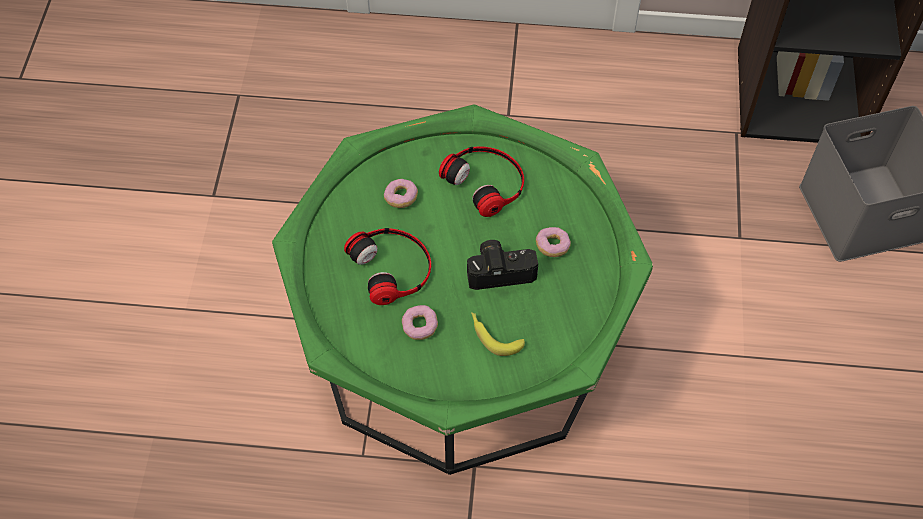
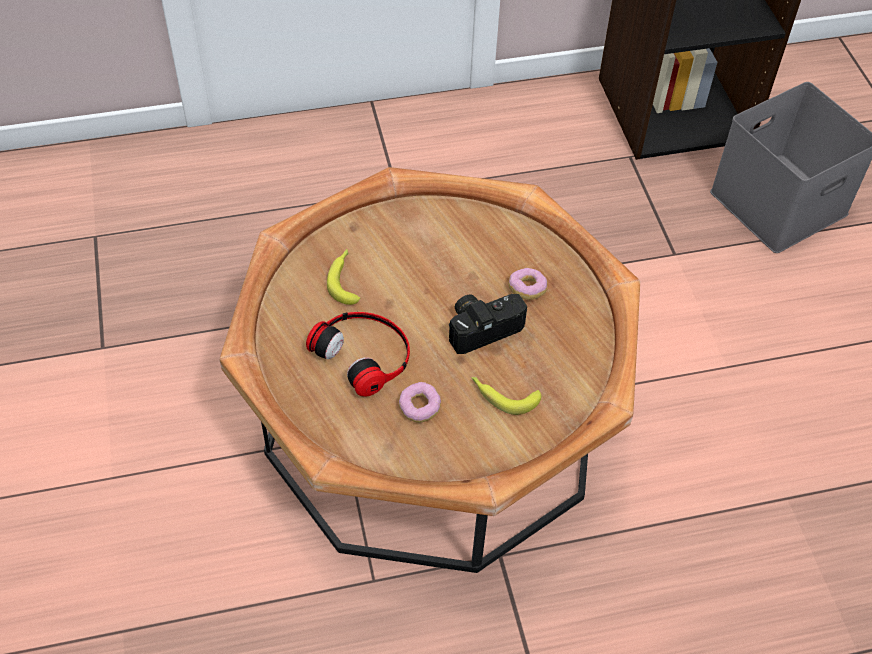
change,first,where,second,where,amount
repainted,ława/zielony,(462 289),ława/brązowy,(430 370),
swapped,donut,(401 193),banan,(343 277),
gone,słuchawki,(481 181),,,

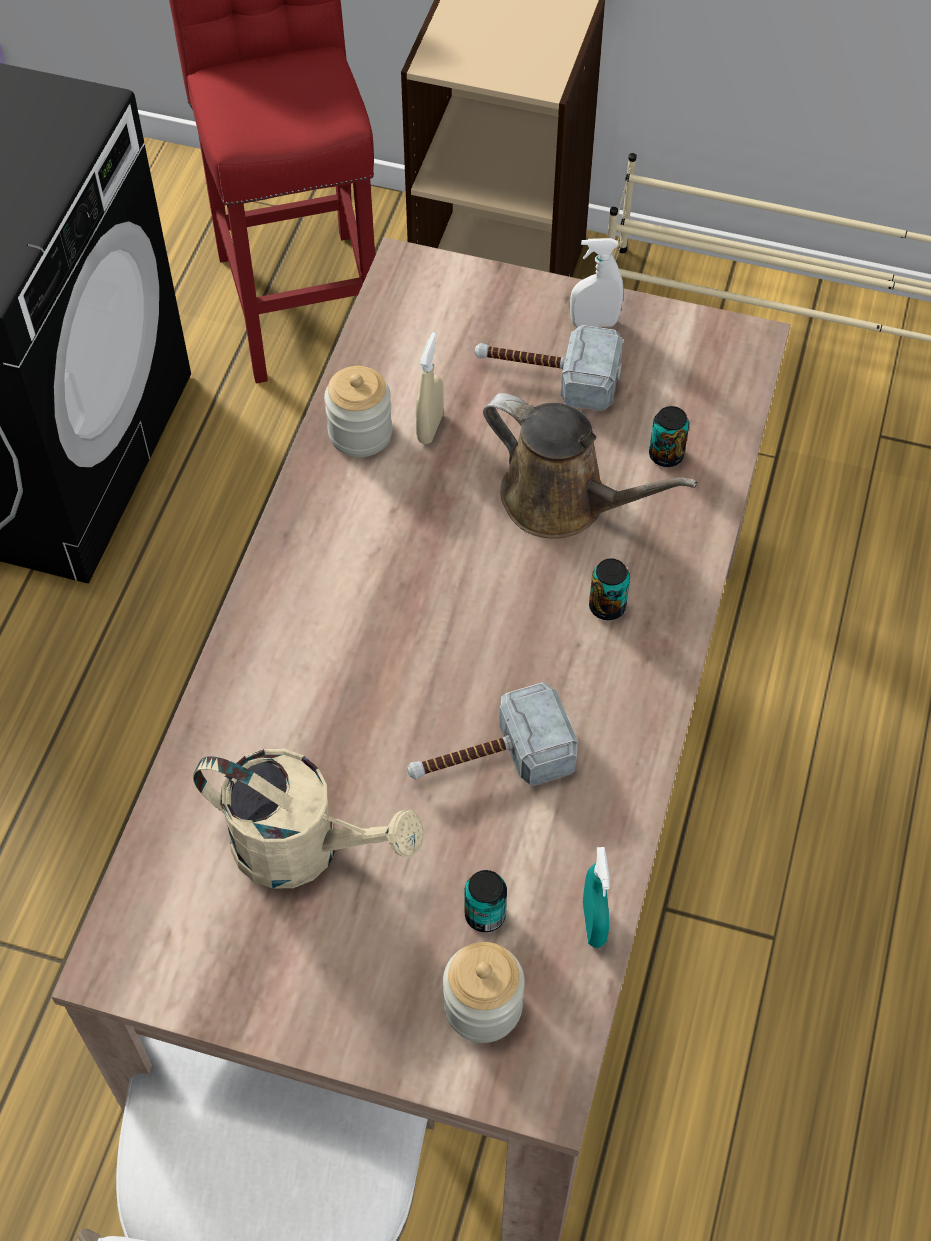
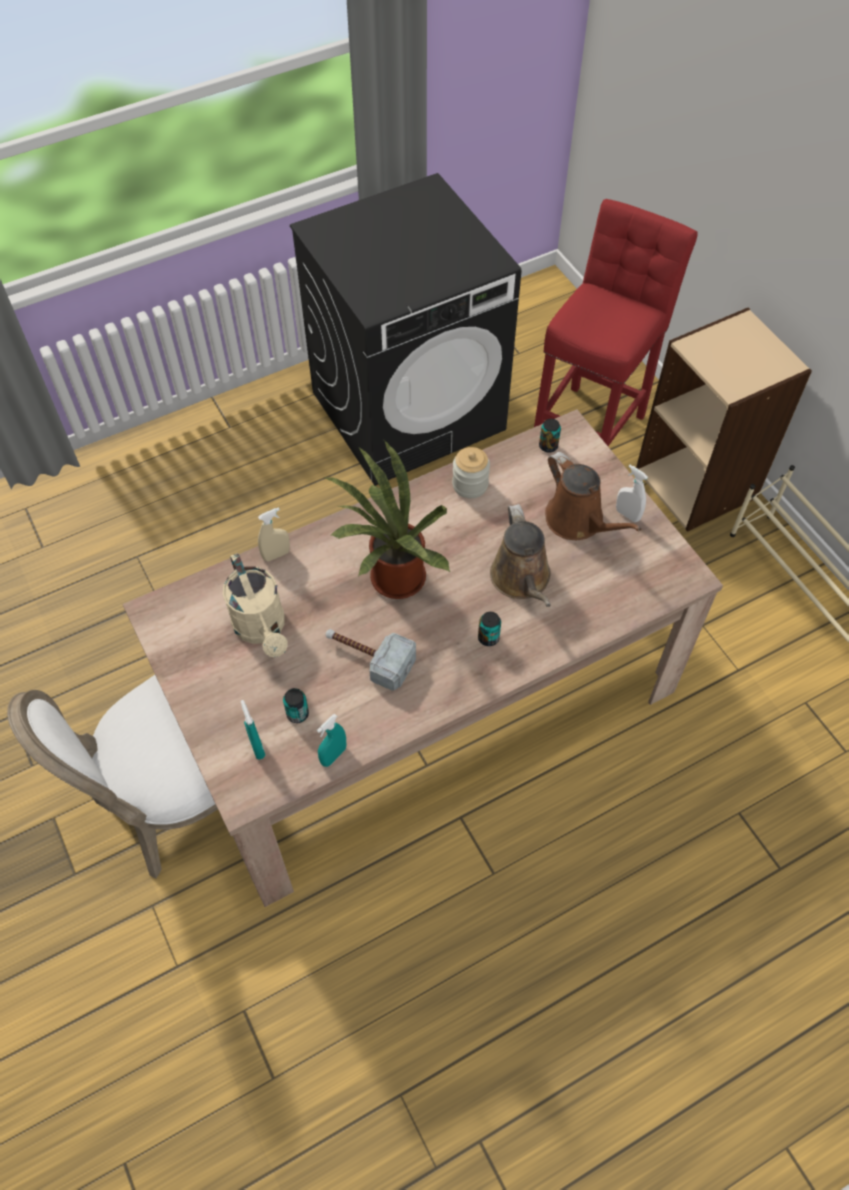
change,first,where,second,where,amount
swapped,słoik,(484 992),spryskiwacz/turkusowy,(253 730),
shifted,spryskiwacz/beżowy,(430 388),,(274 534),
new,,,roślina doniczkowa,(386 520),
shifted,puszka,(669 436),,(550 436),
swapped,młotek,(549 368),konewka/brązowy,(593 496),

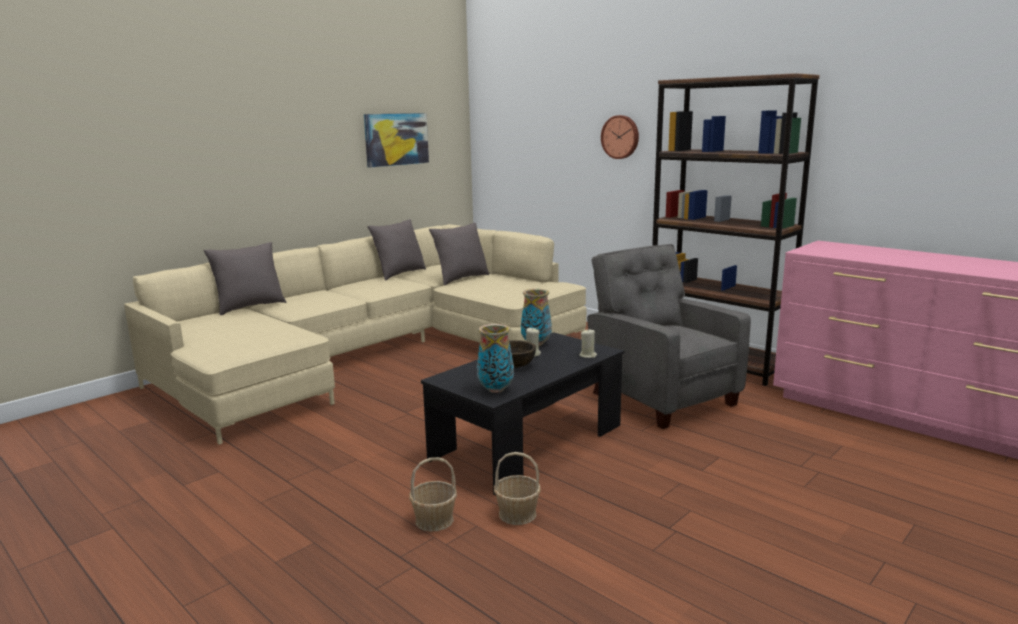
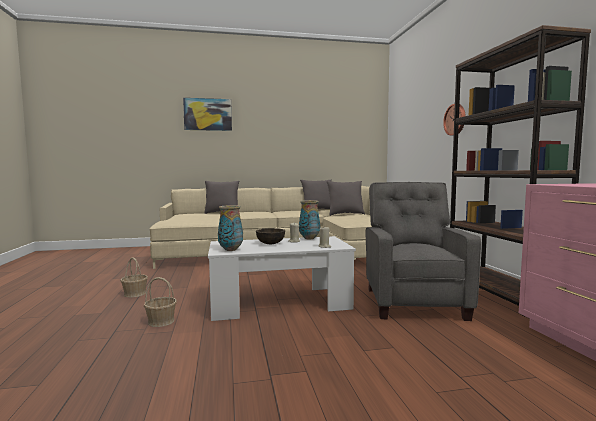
change,first,where,second,where,amount
shifted,koszyk,(517 488),,(134 278),
shifted,obraz,(396 140),,(207 114),
repainted,ława/czarny,(522 413),ława/biały,(282 278),

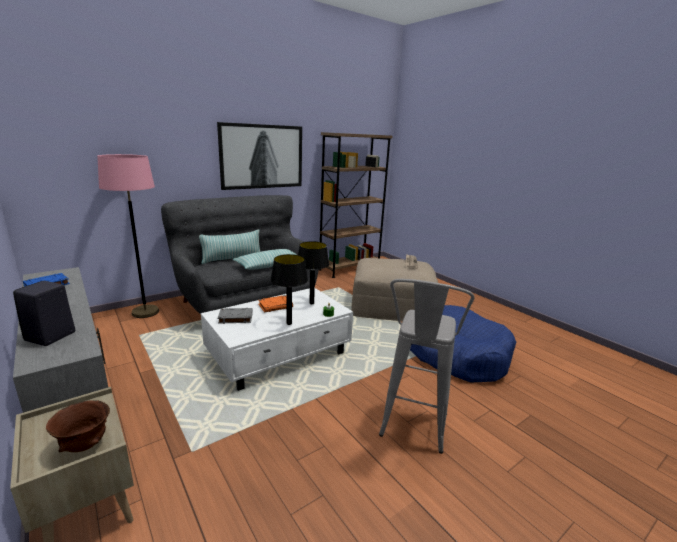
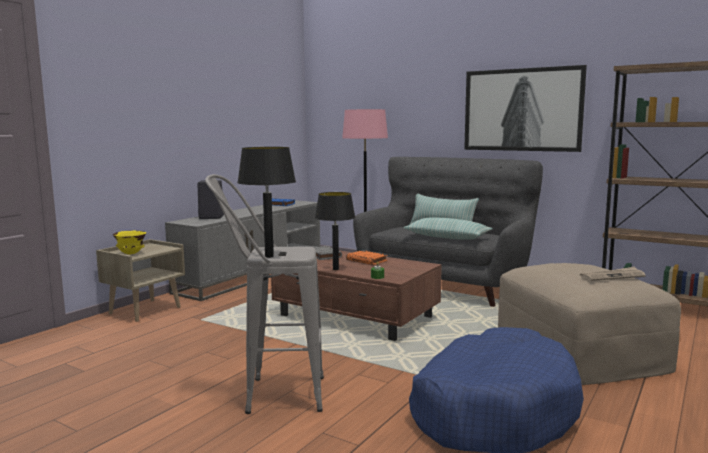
change,first,where,second,where,amount
repainted,miska/brązowy,(78 426),miska/żółty,(129 243),
shifted,lampa stołowa/czarny,(313 272),,(266 202),
repainted,ława/biały,(277 339),ława/brązowy,(356 295),

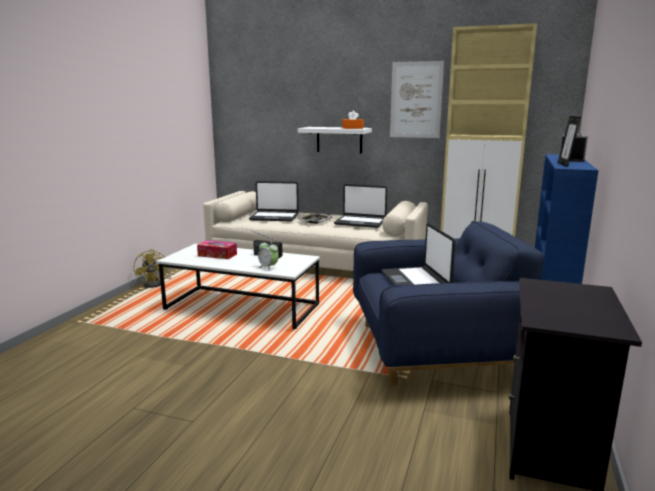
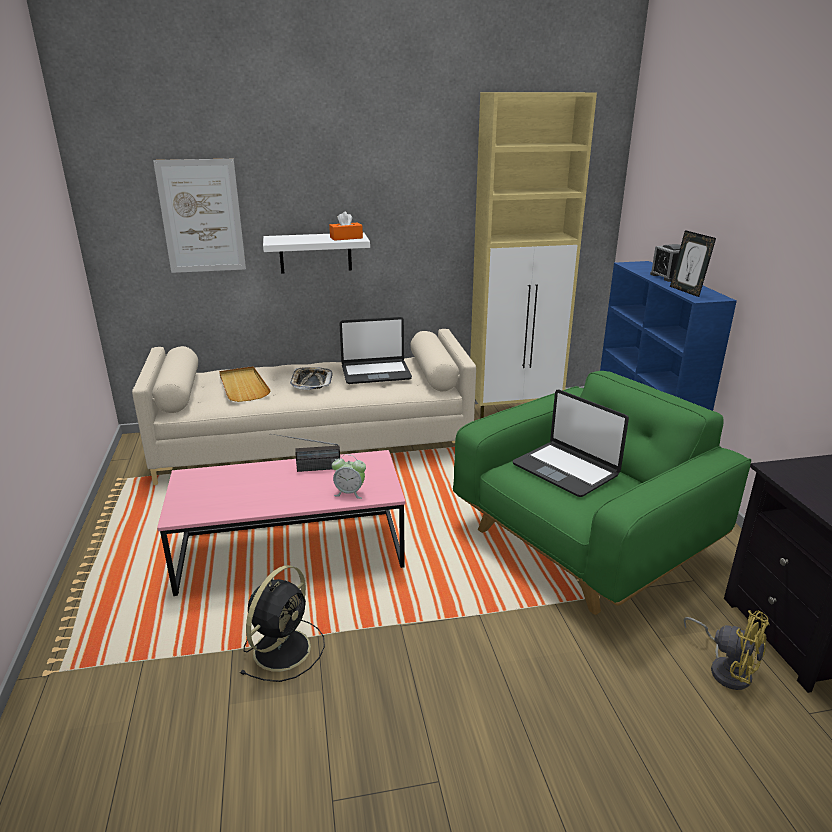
change,first,where,second,where,amount
shifted,obraz,(417 99),,(199 216),
repainted,ława/biały,(238 286),ława/różowy,(281 523),
swapped,laptop,(273 201),taca/beżowy,(245 384),
new,,,wentylator/czarny,(282 623),
repainted,fotel/niebieski,(448 303),fotel/zielony,(602 493),
shifted,wentylator/żółty,(152 268),,(726 650),
gone,pudełko chusteczek,(217 249),,,

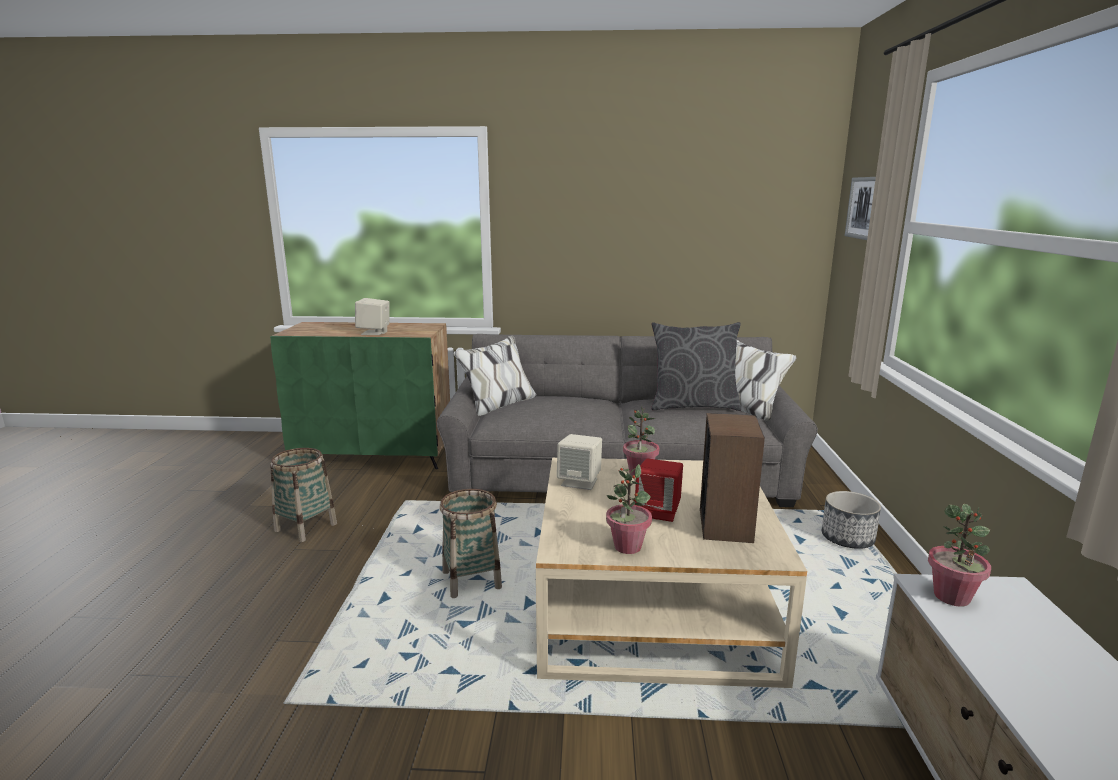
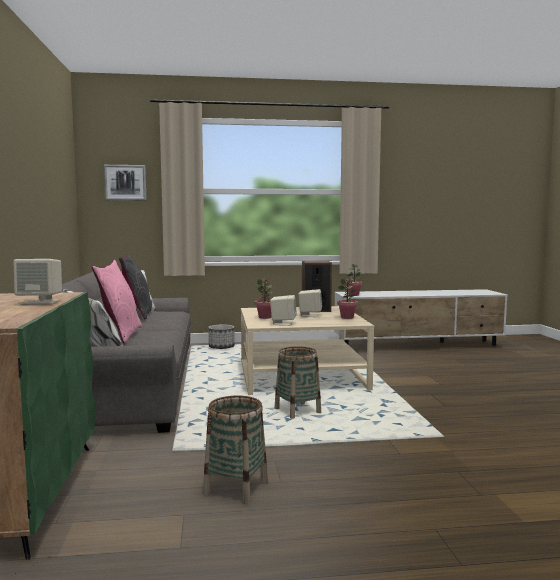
change,first,where,second,where,amount
new,,,poduszka/różowy,(117 301),
repainted,głośnik/czerwony,(659 490),głośnik/beżowy,(310 303),

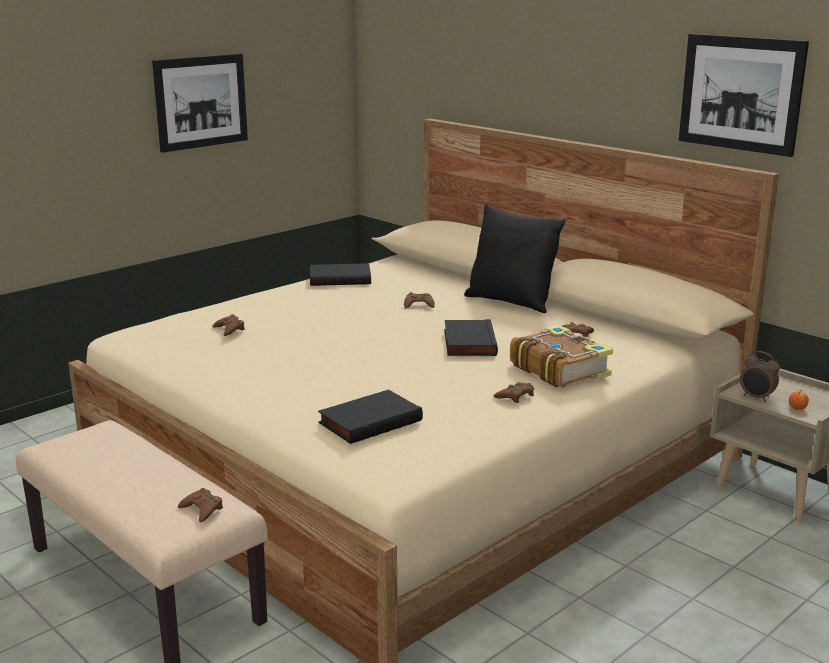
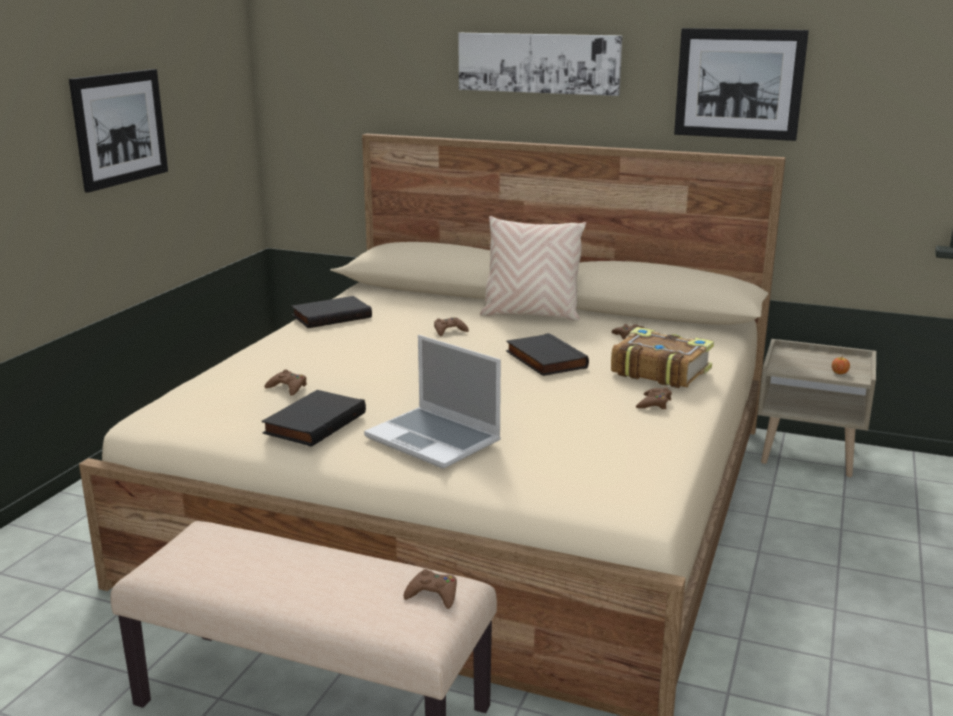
change,first,where,second,where,amount
shifted,książka/czarny,(370 417),,(314 418),
new,,,laptop,(432 402),
new,,,obraz,(540 64),
repainted,poduszka/czarny,(515 258),poduszka/beżowy,(533 268),
gone,budzik,(760 376),,,

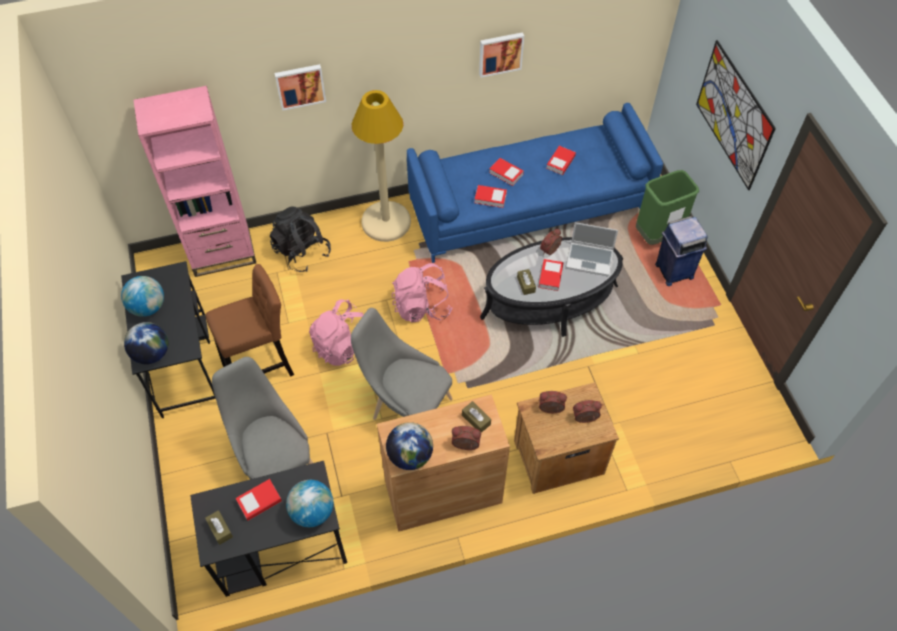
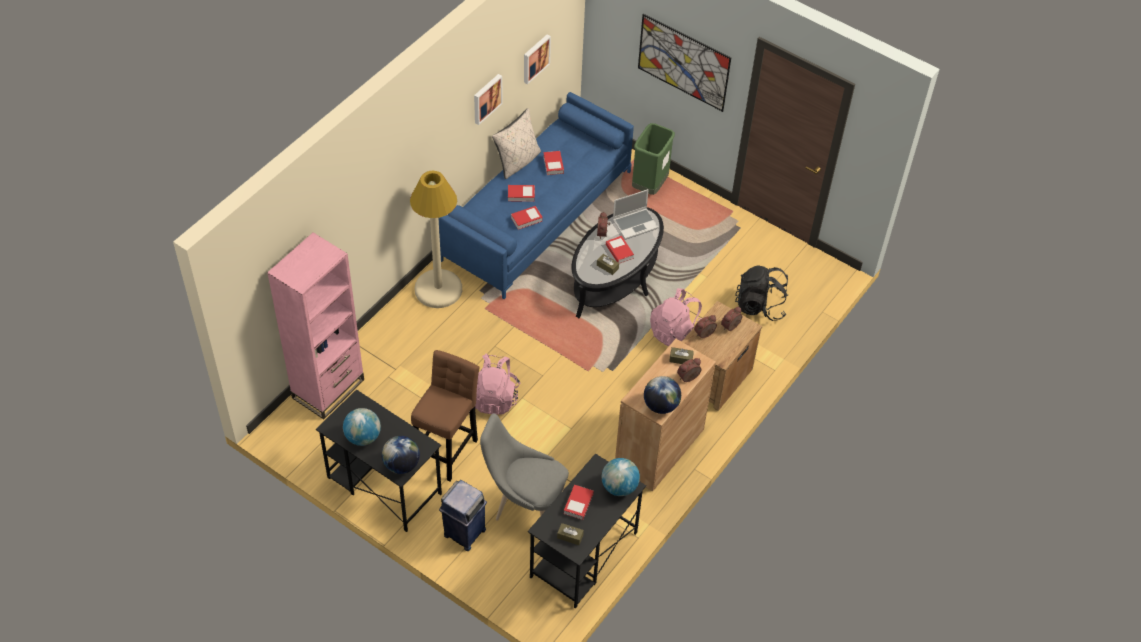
change,first,where,second,where,amount
shifted,kosz na śmieci/niebieski,(681 251),,(463 515),
new,,,poduszka/beżowy,(516 143),
shifted,obraz,(300 87),,(537 59),
shifted,plecak/różowy,(422 292),,(676 317),
shifted,plecak/czarny,(300 239),,(761 293),
gone,krzesło/szary,(402 364),,,

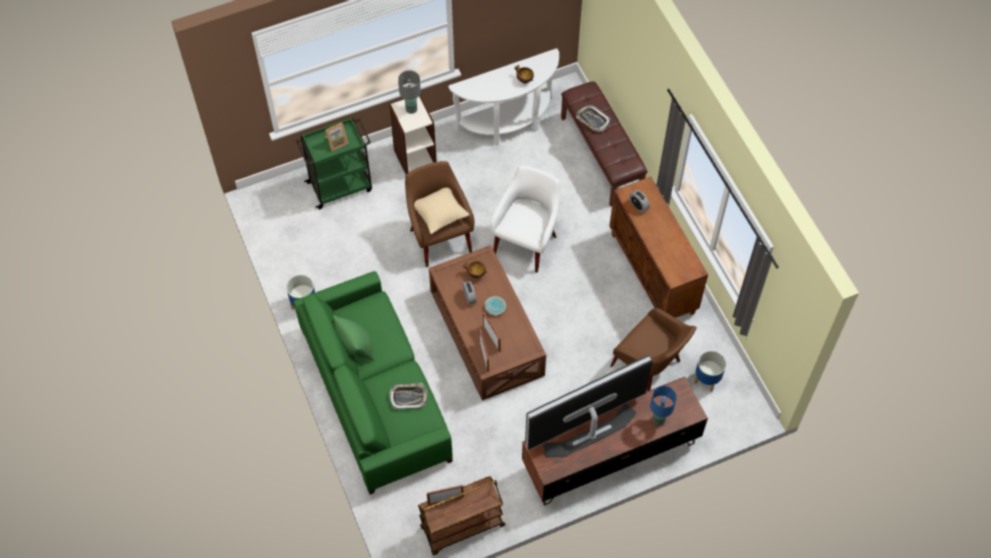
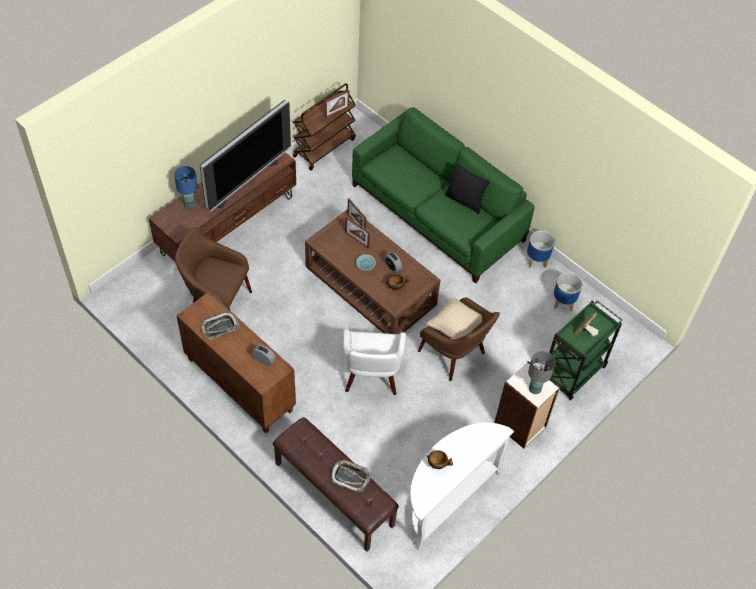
change,first,where,second,where,amount
shifted,taca,(408 396),,(219 326),
repainted,poduszka/zielony,(353 338),poduszka/czarny,(467 188),
shifted,donica,(710 371),,(568 292),

